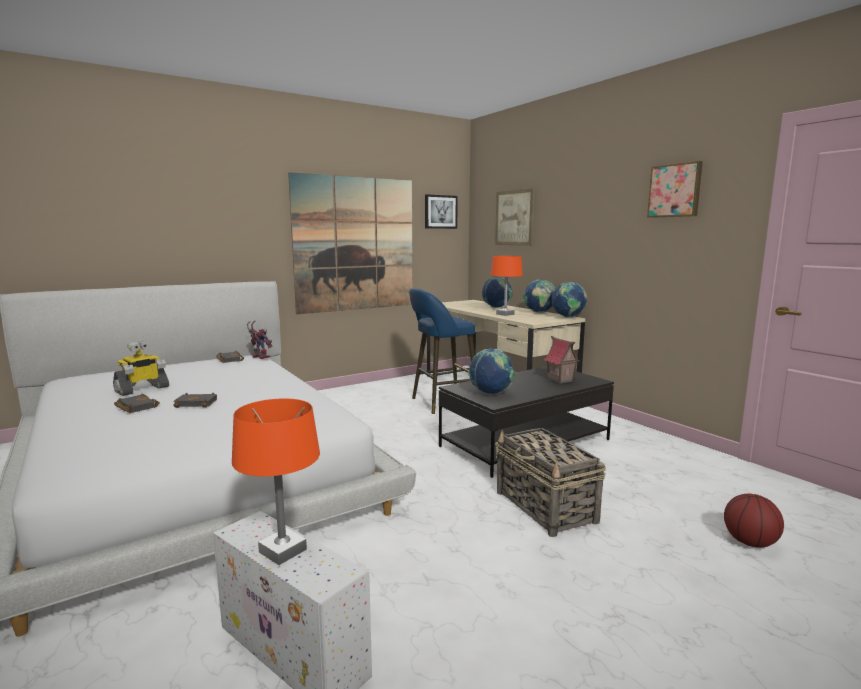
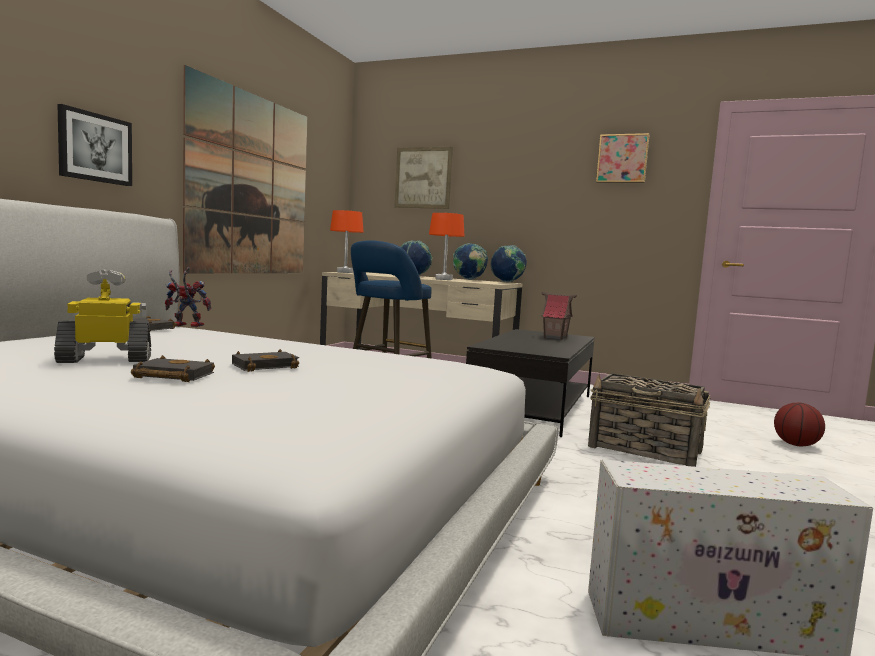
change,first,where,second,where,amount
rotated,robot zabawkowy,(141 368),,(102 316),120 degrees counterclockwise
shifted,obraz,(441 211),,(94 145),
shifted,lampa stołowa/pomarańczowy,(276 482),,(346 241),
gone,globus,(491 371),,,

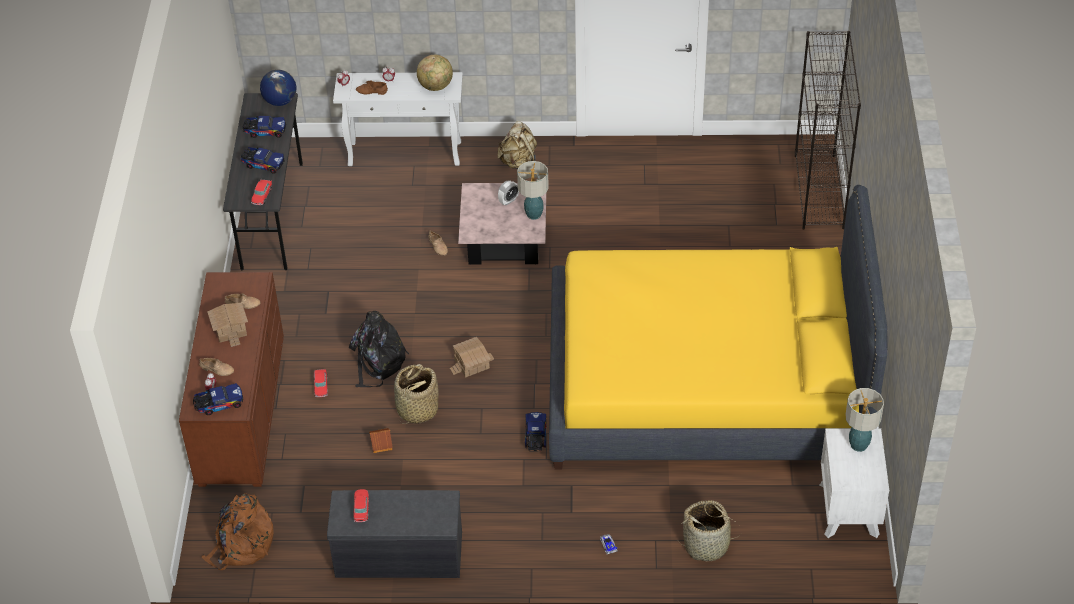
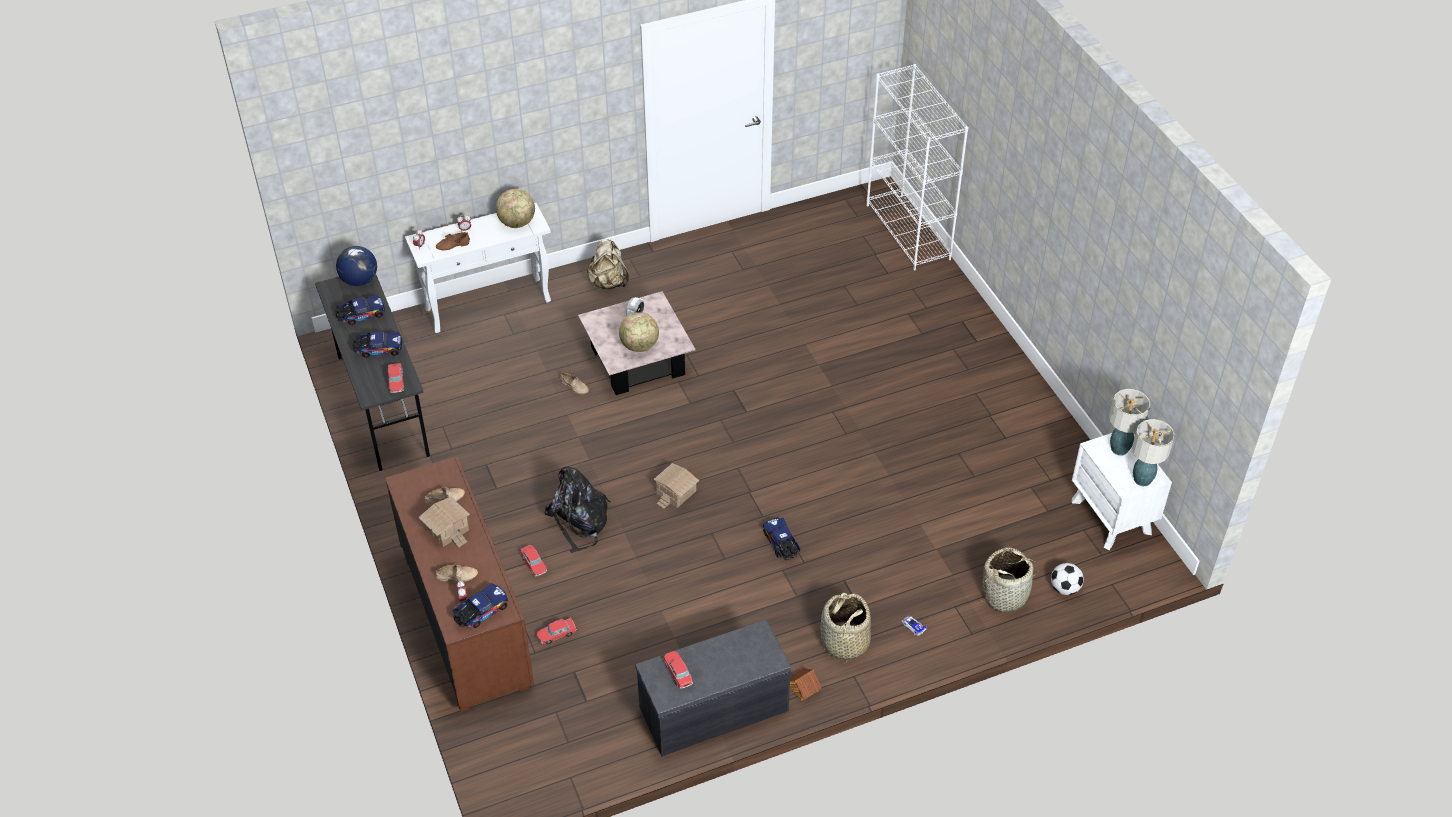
change,first,where,second,where,amount
new,,,samochodzik,(557 630),
new,,,globus,(639 332),
shifted,domek,(381 440),,(806 684),
shifted,koszyk,(416 394),,(846 628),
repainted,regał/czarny,(828 130),regał/biały,(918 167),
new,,,piłka futbolowa,(1067 579),
shifted,lampa stołowa,(533 190),,(1153 452),
gone,plecak/brązowy,(237 531),,,
gone,łóżko/żółty,(718 327),,,

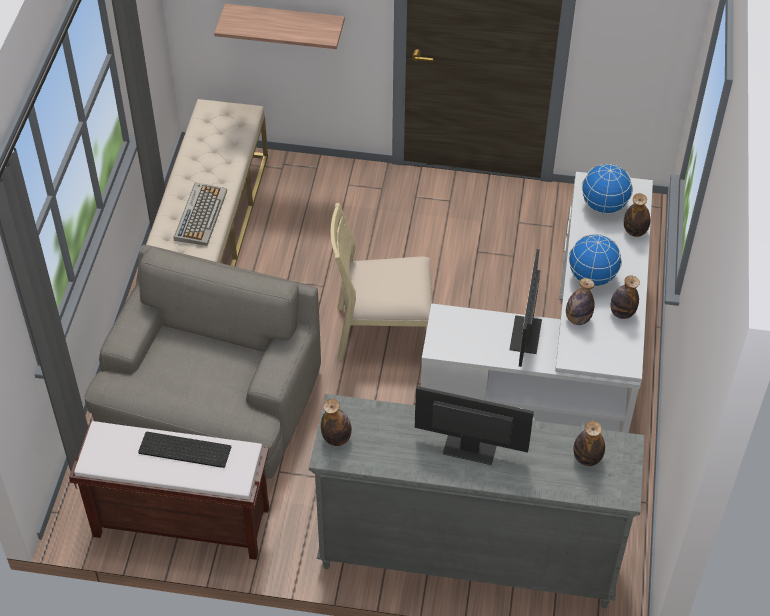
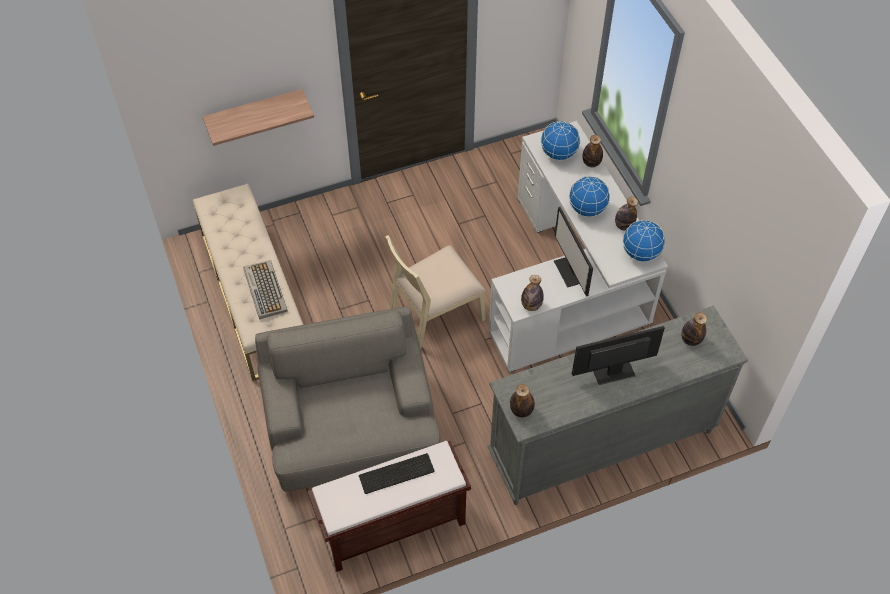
change,first,where,second,where,amount
shifted,butelka,(580 301),,(532 293),
new,,,globus,(644 241),

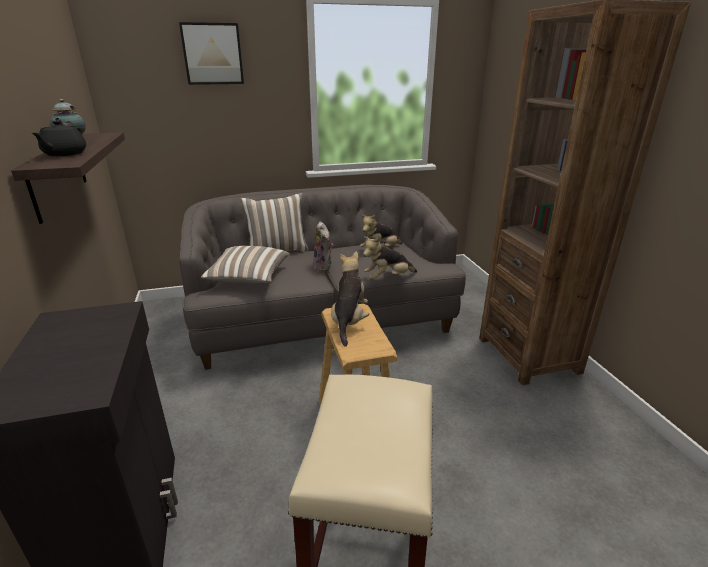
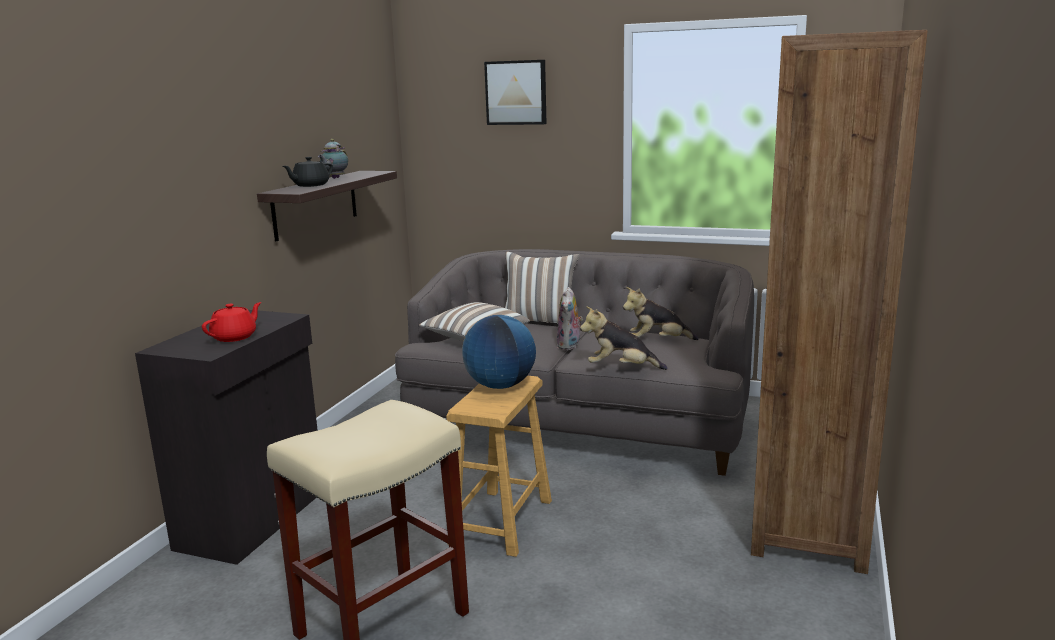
change,first,where,second,where,amount
new,,,imbryk/czerwony,(232 322),
swapped,pluszak,(350 298),globus,(499 352),

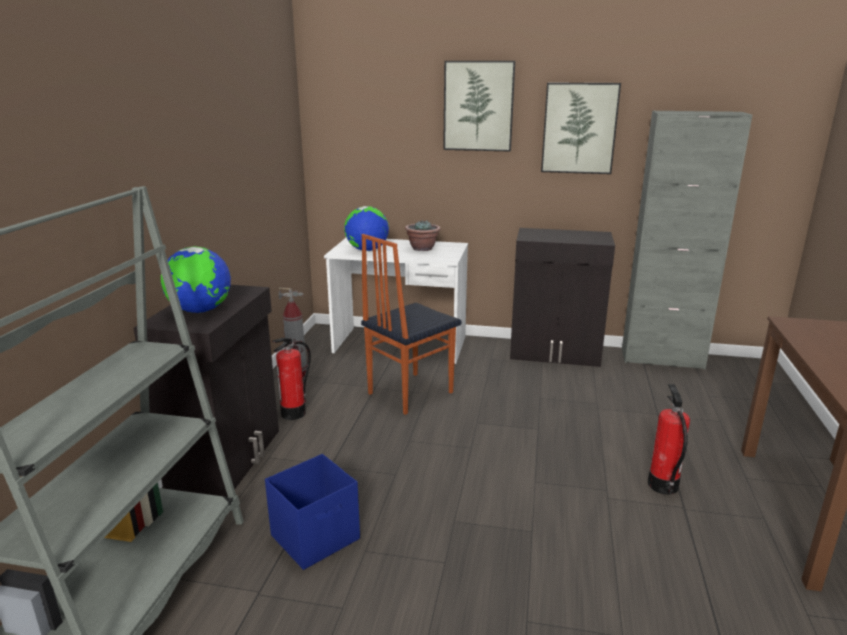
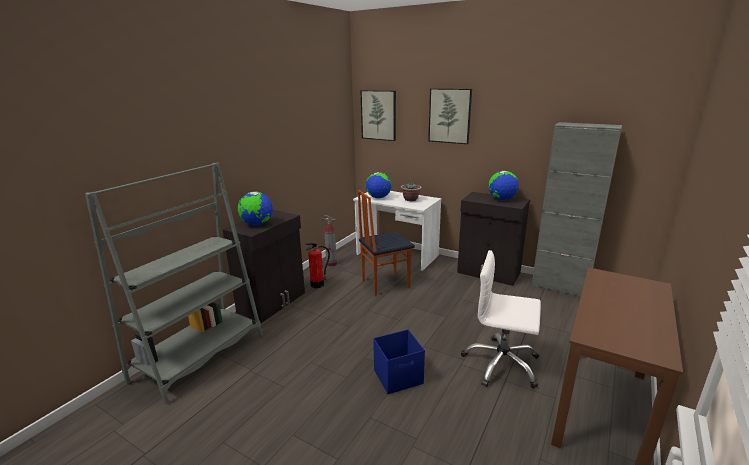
change,first,where,second,where,amount
shifted,obraz,(581 128),,(378 115),
shifted,pojemnik do przechowywania/niebieski,(312 512),,(399 361),
swapped,gaśnica,(669 439),krzesło biurowe/biały,(501 319),
new,,,globus,(503 185),

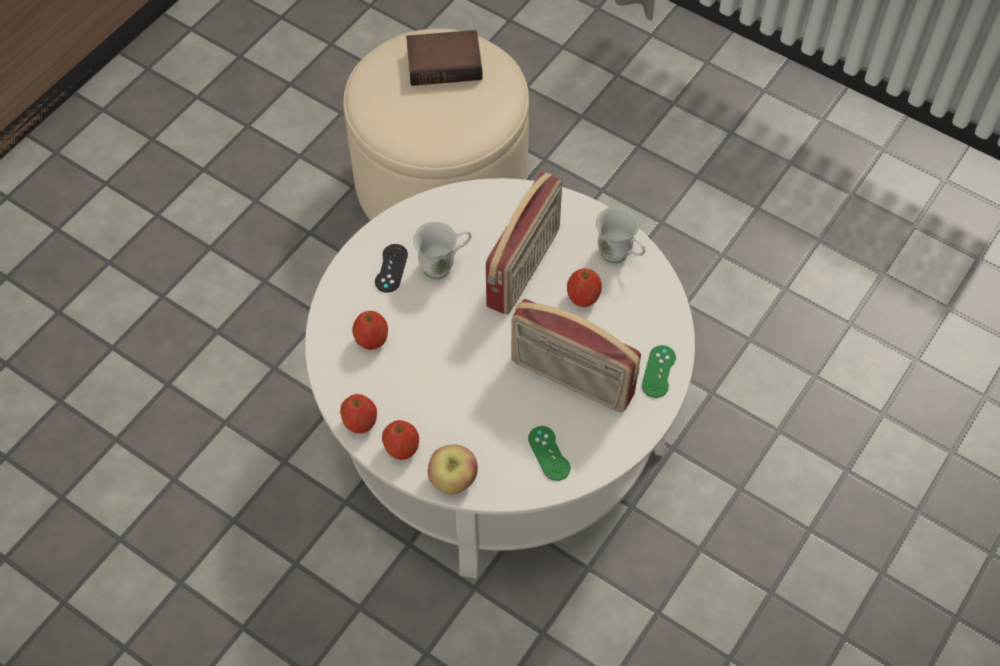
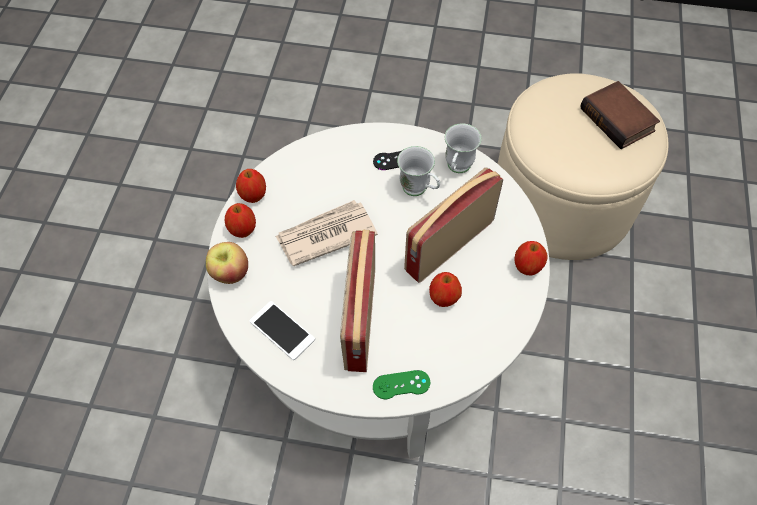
change,first,where,second,where,amount
swapped,pad do gier/zielony,(549 453),telefon,(282 330),
new,,,gazeta,(326 233),
rotated,radio,(524 243),,(453 225),135 degrees clockwise
shifted,kubek/biały,(620 234),,(463 148),
shifted,jabłko,(370 330),,(531 258),

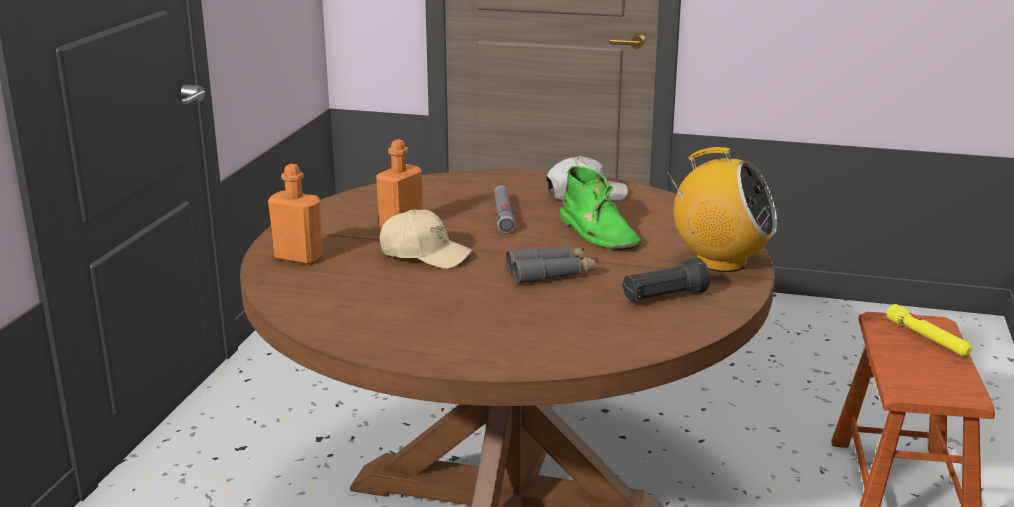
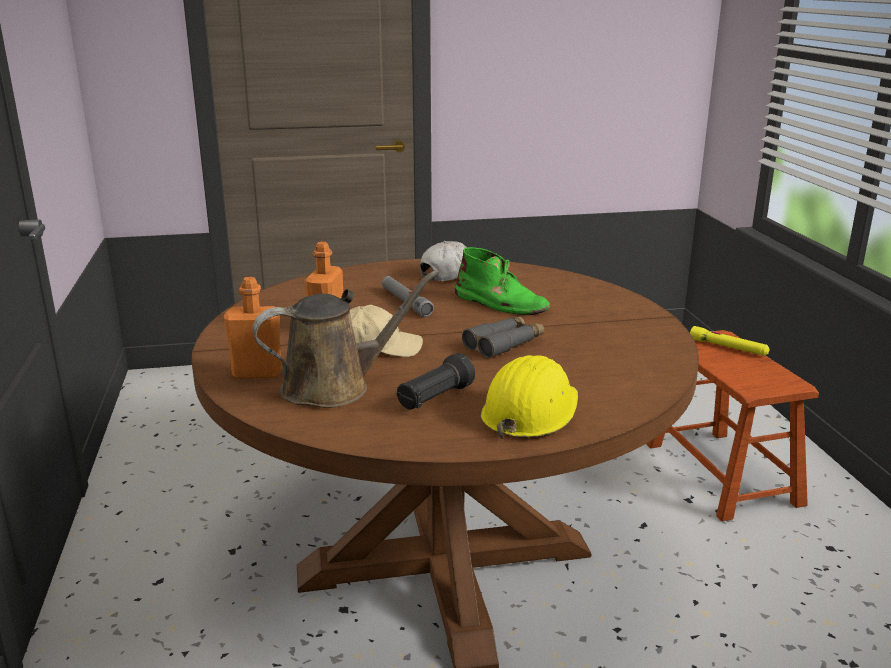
change,first,where,second,where,amount
new,,,konewka/brązowy,(346 339),
shifted,latarka/czarny,(666 279),,(436 381),
new,,,kask/żółty,(529 397),
gone,radio,(722 209),,,

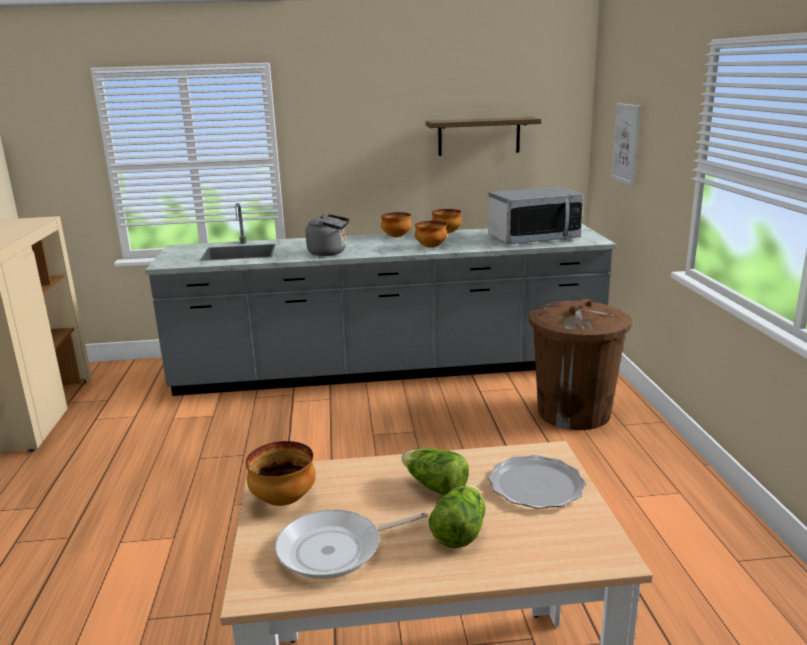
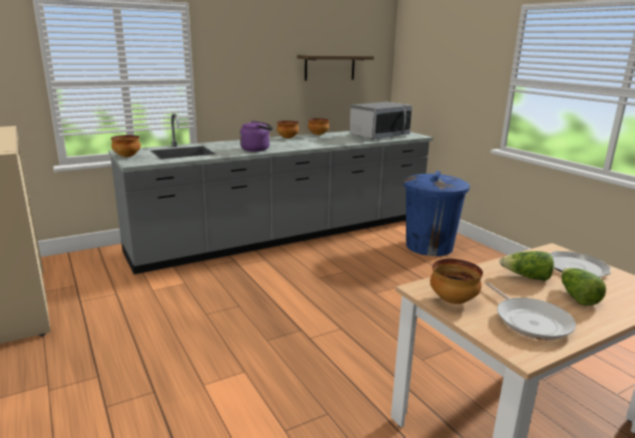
change,first,where,second,where,amount
shifted,miska,(431 234),,(126 146),
repainted,czajnik/szary,(327 235),czajnik/fioletowy,(256 136),
repainted,kosz na śmieci/brązowy,(580 364),kosz na śmieci/niebieski,(436 213),
rotated,patelnia,(351 544),,(531 311),60 degrees counterclockwise
gone,obraz,(626 145),,,

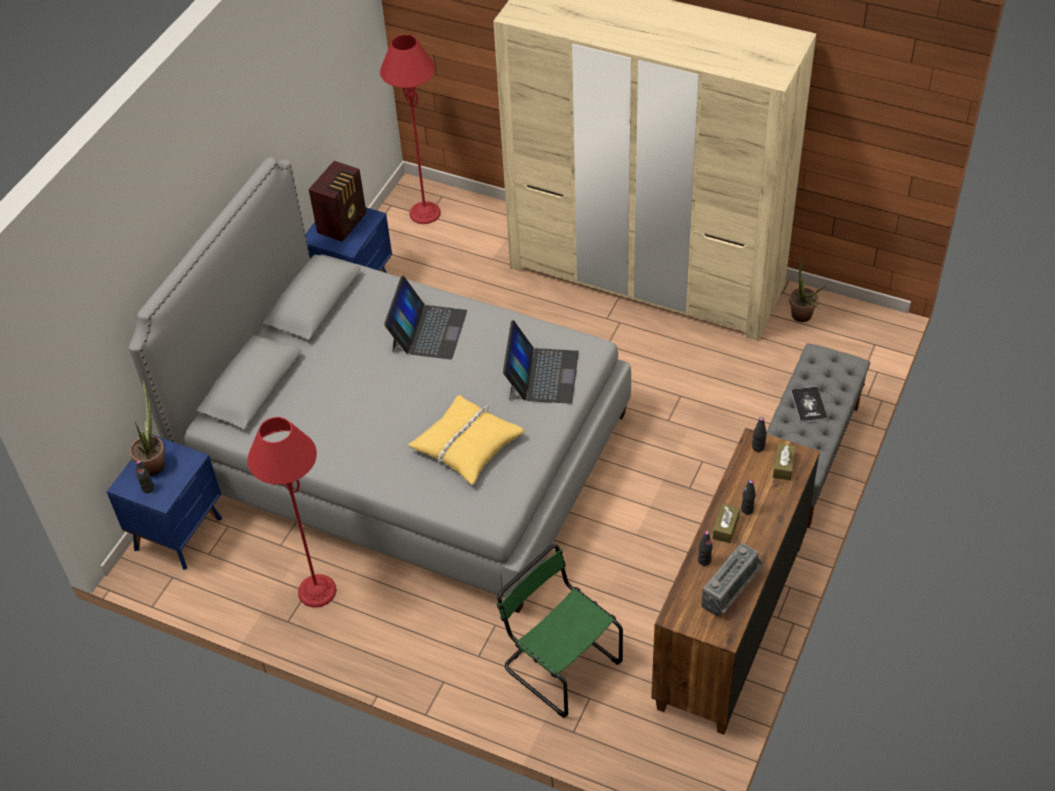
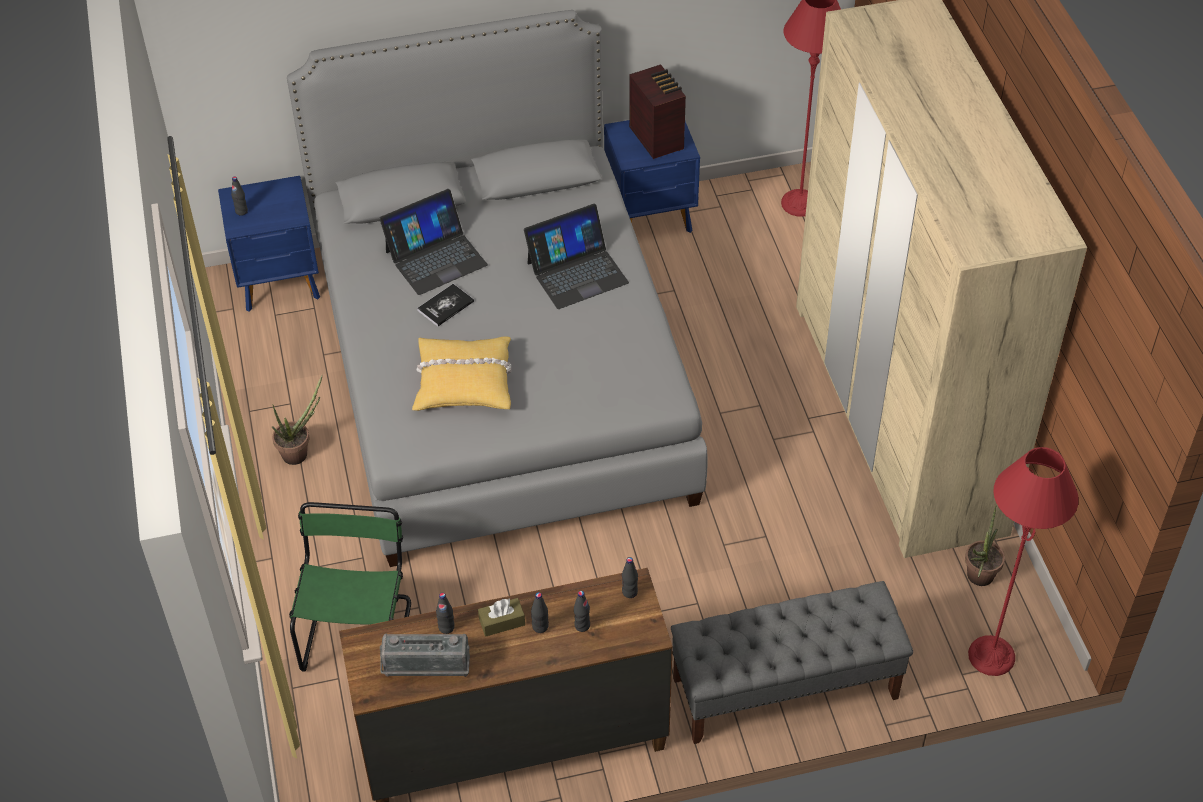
change,first,where,second,where,amount
shifted,roślina doniczkowa,(147 427),,(297 420),
shifted,laptop,(541 362),,(433 242),
shifted,książka,(809 405),,(445 305),
new,,,butelka/czarny,(582 611),
rotated,radio,(337 201),,(657 111),105 degrees counterclockwise
shifted,lampa stojąca/czerwony,(292 512),,(1023 561),
gone,pudełko chusteczek/brązowy,(784 461),,,

